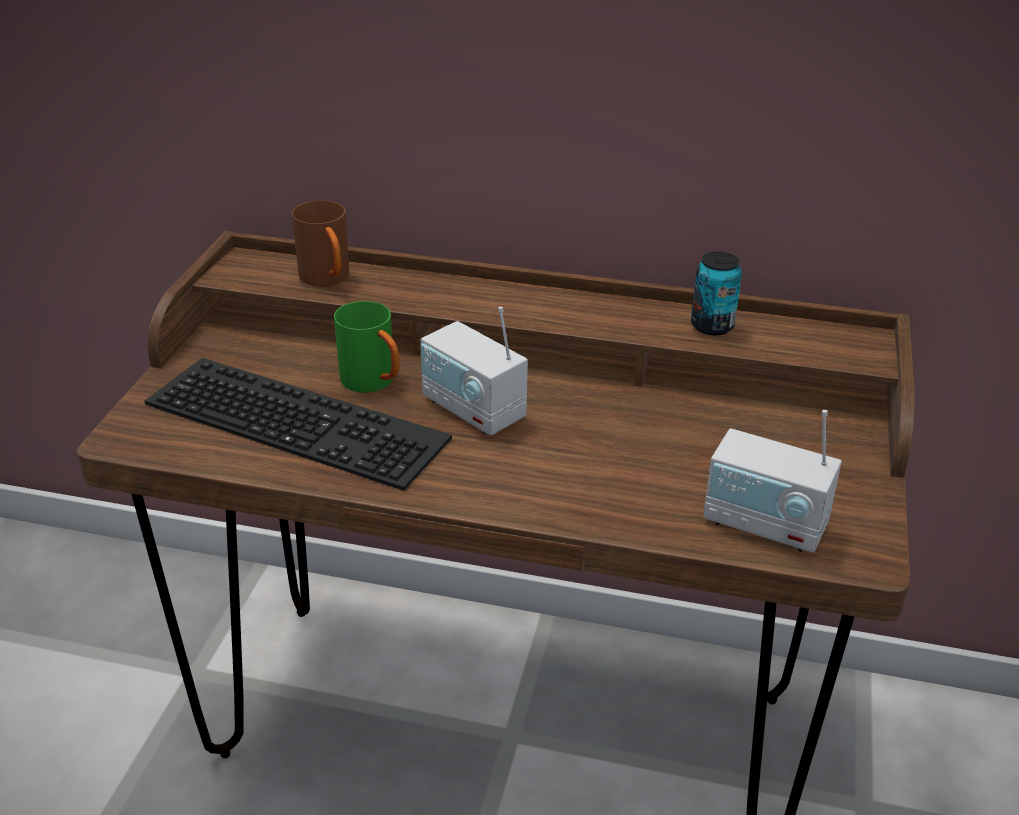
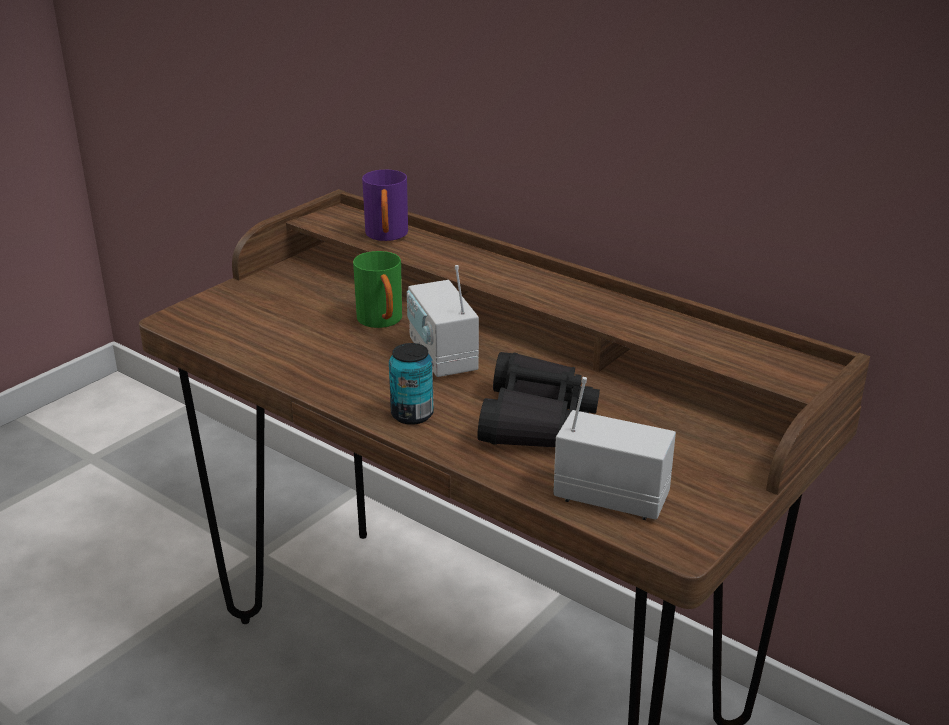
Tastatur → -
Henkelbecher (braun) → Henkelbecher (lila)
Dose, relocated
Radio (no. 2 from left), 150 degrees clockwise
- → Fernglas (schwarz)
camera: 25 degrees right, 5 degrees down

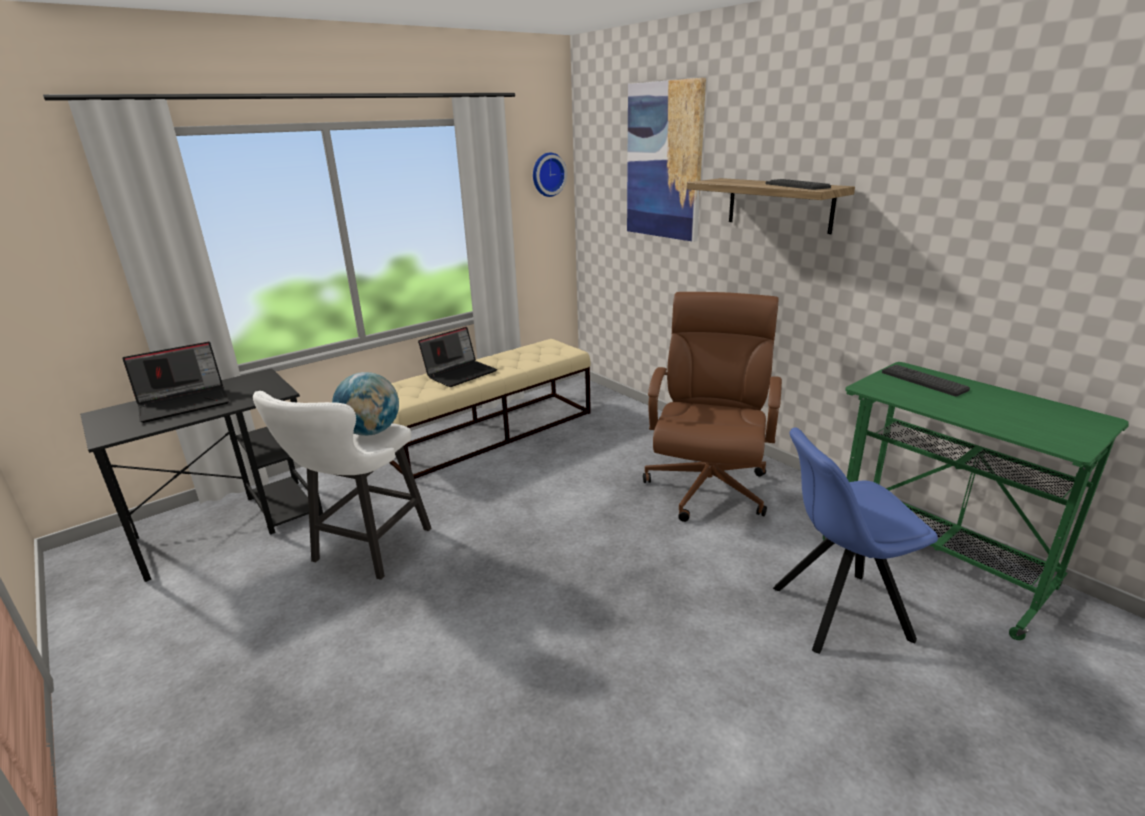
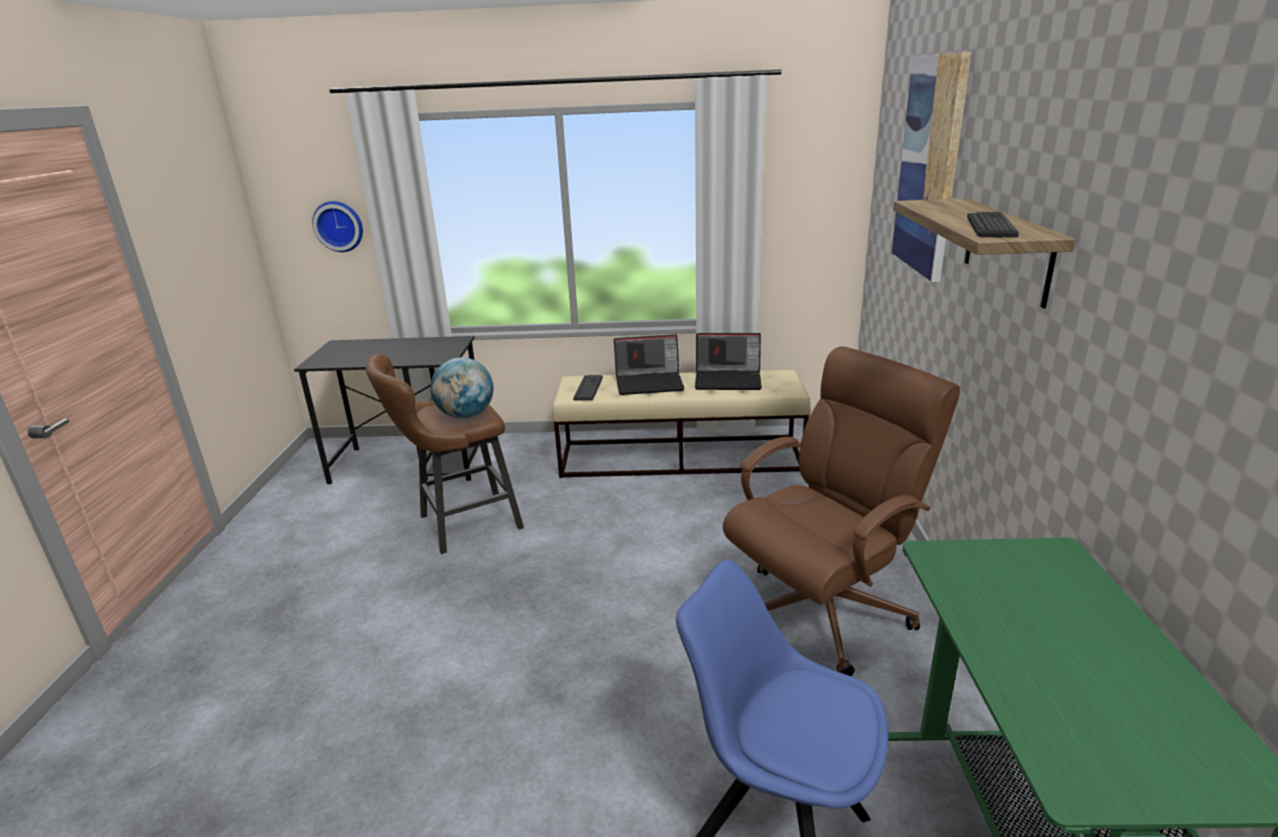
Laptop (no. 1 from left in the first image) → Laptop (no. 2 from left), relocated
Hocker (weiß) → Hocker (braun)
Wanduhr, relocated
Tastatur (no. 2 from left in the first image) → Tastatur (no. 1 from left), relocated
camera: 40 degrees right, 0 degrees up

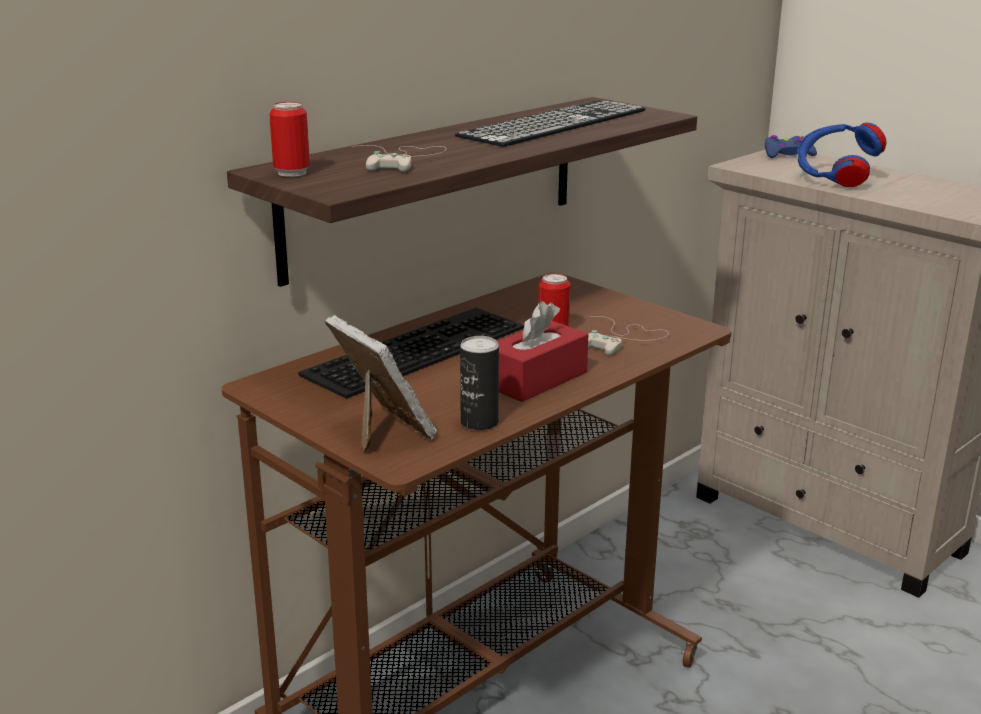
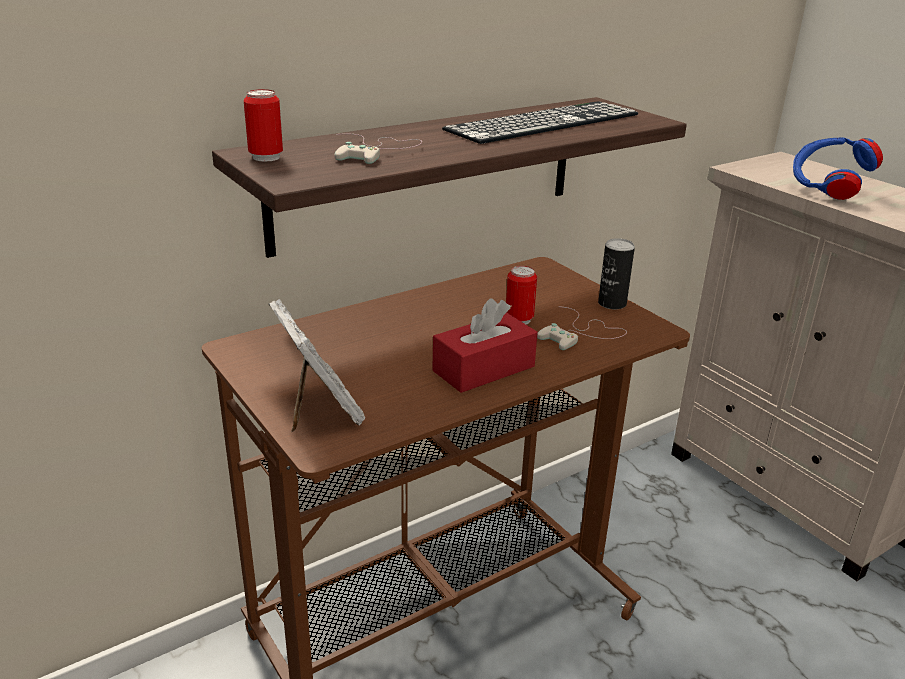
Tastatur (no. 1 from left) → -
Dose (no. 2 from left in the first image) → Dose (no. 3 from left), relocated
Gamepad (blau) → -
camera: 10 degrees right, 5 degrees up

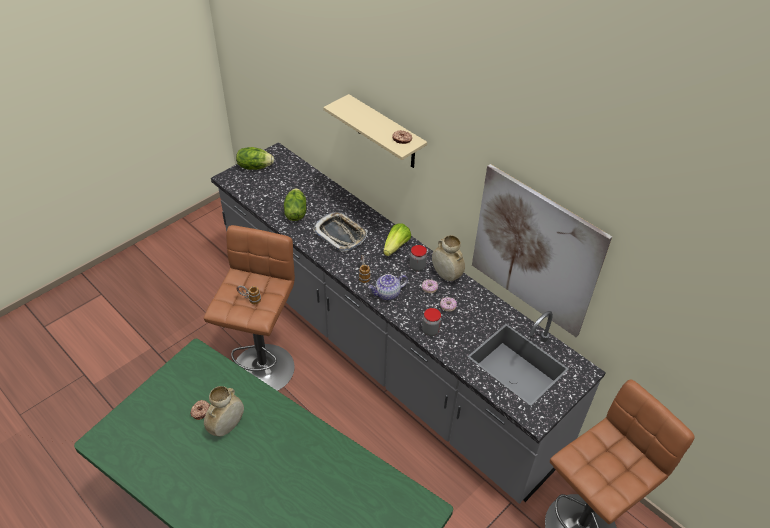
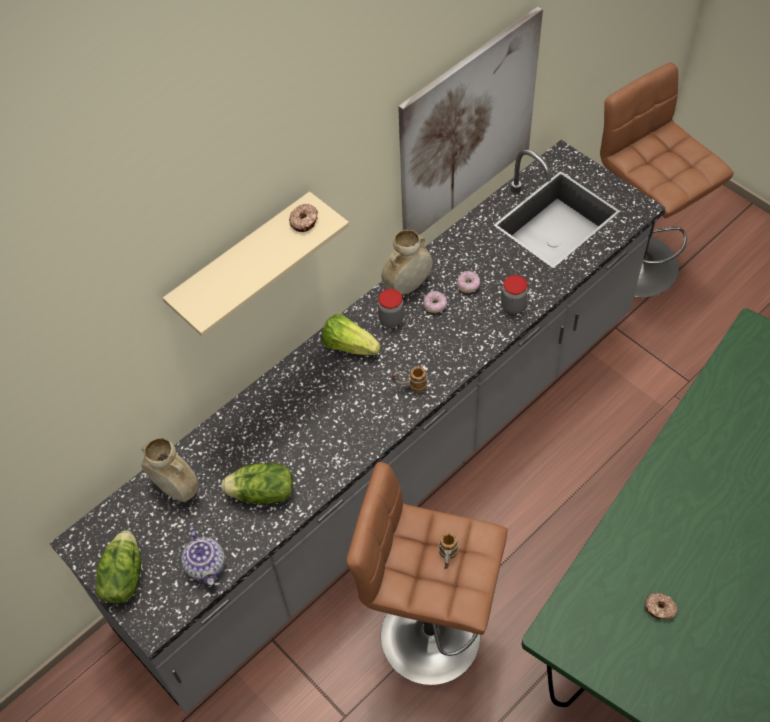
Vase (beige) (no. 1 from left), relocated
Tablett → -
Teekanne, relocated
camera: 85 degrees left, 10 degrees up

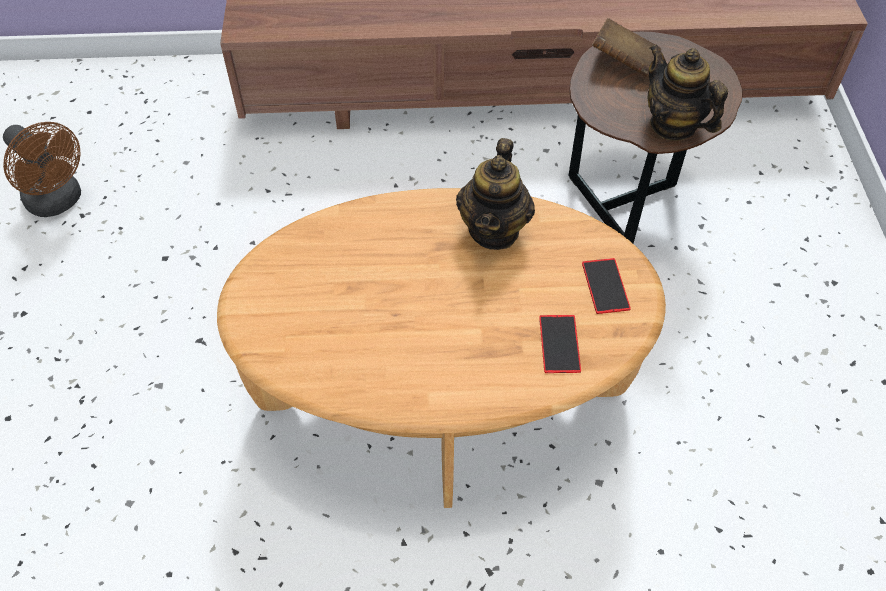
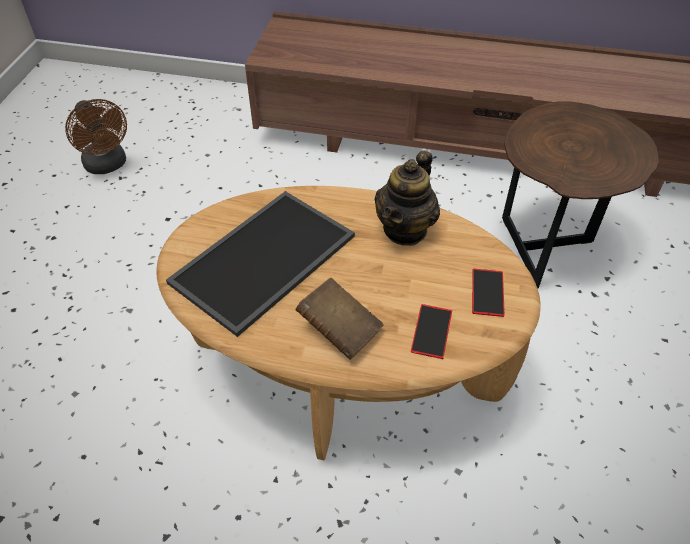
Buch (braun), relocated
Teekanne (no. 2 from left) → -
- → Tablett
camera: 15 degrees right, 5 degrees down

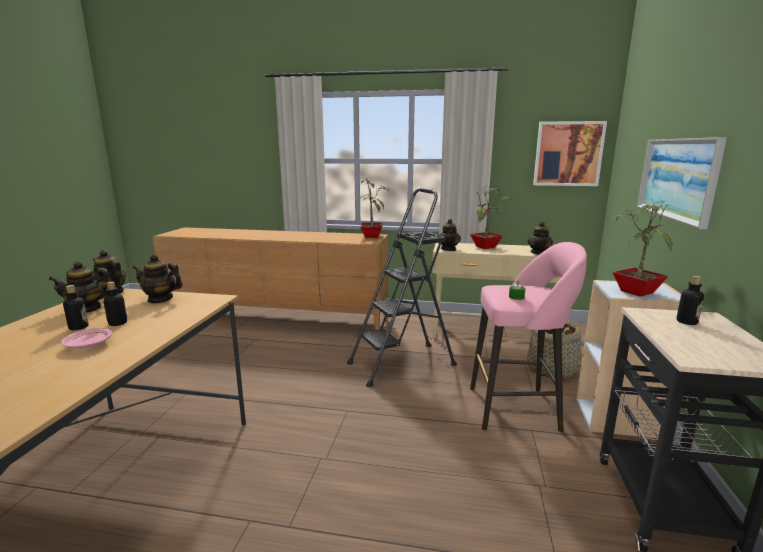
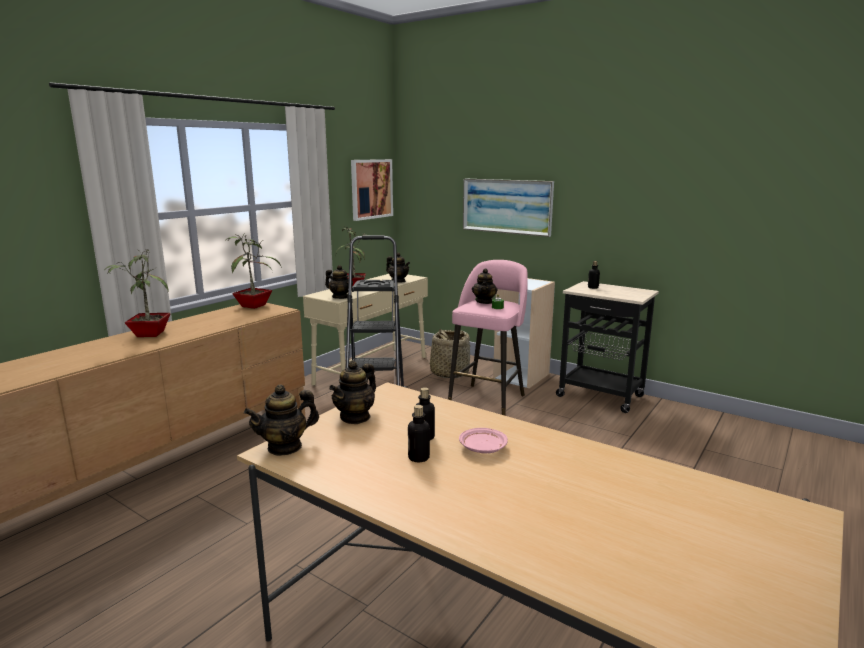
Teekanne (no. 1 from left in the first image) → Teekanne (no. 5 from left), relocated
Topfpflanze (no. 3 from left in the first image) → Topfpflanze (no. 1 from left), relocated
camera: 65 degrees left, 0 degrees up

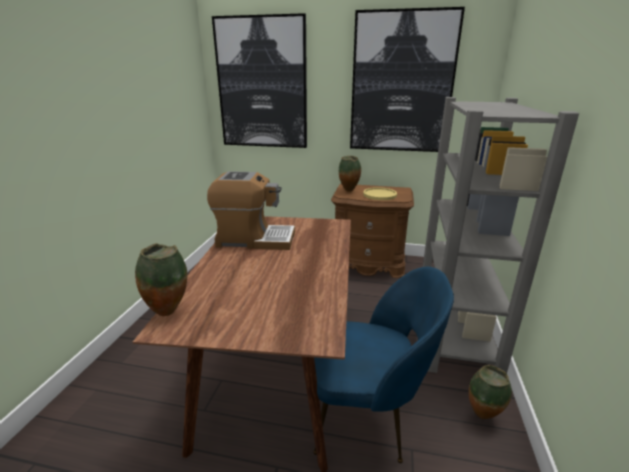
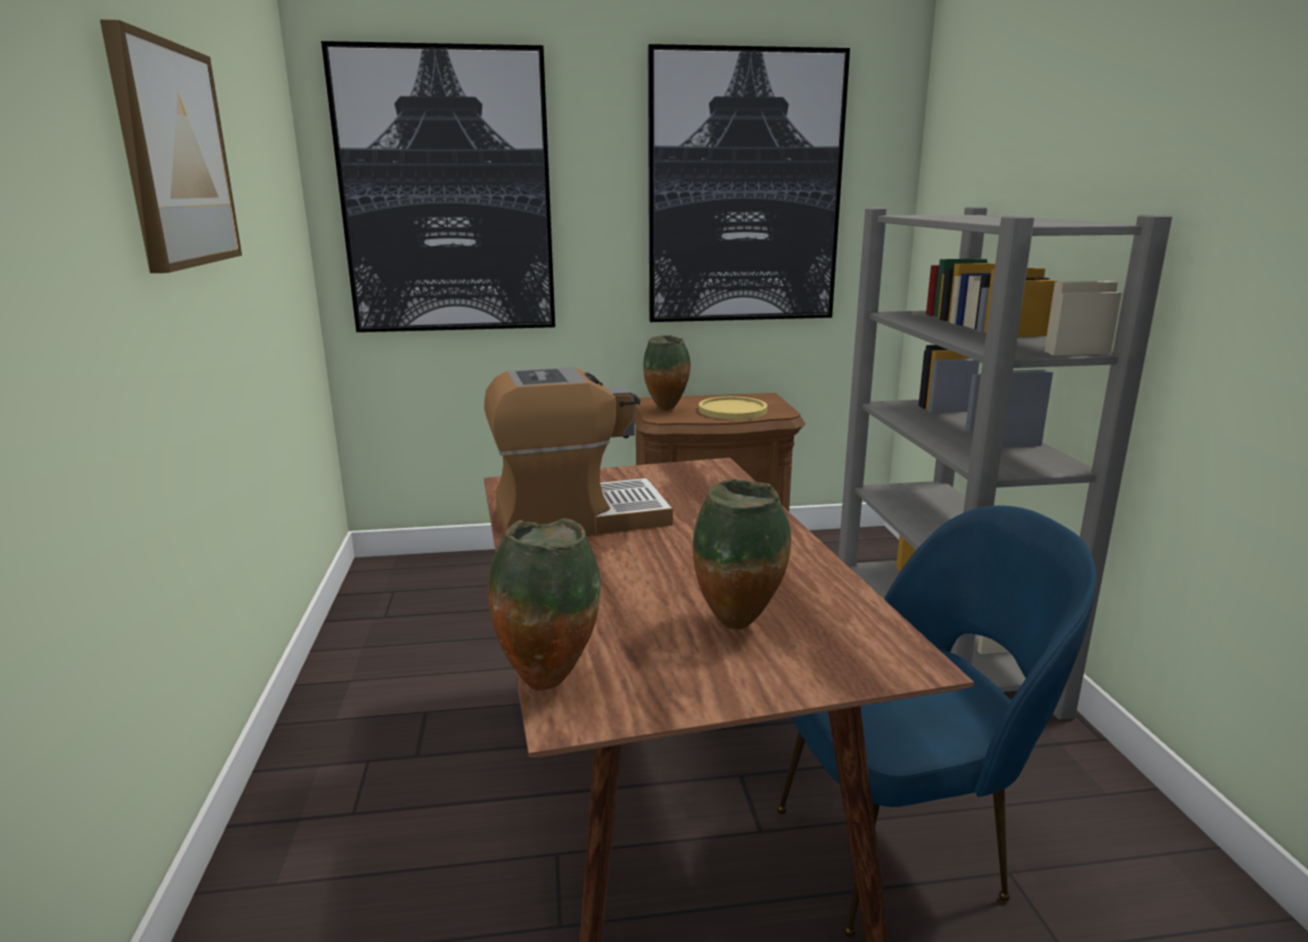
Vase (no. 3 from left), relocated
- → Bild (no. 1 from left)
camera: 20 degrees left, 5 degrees down

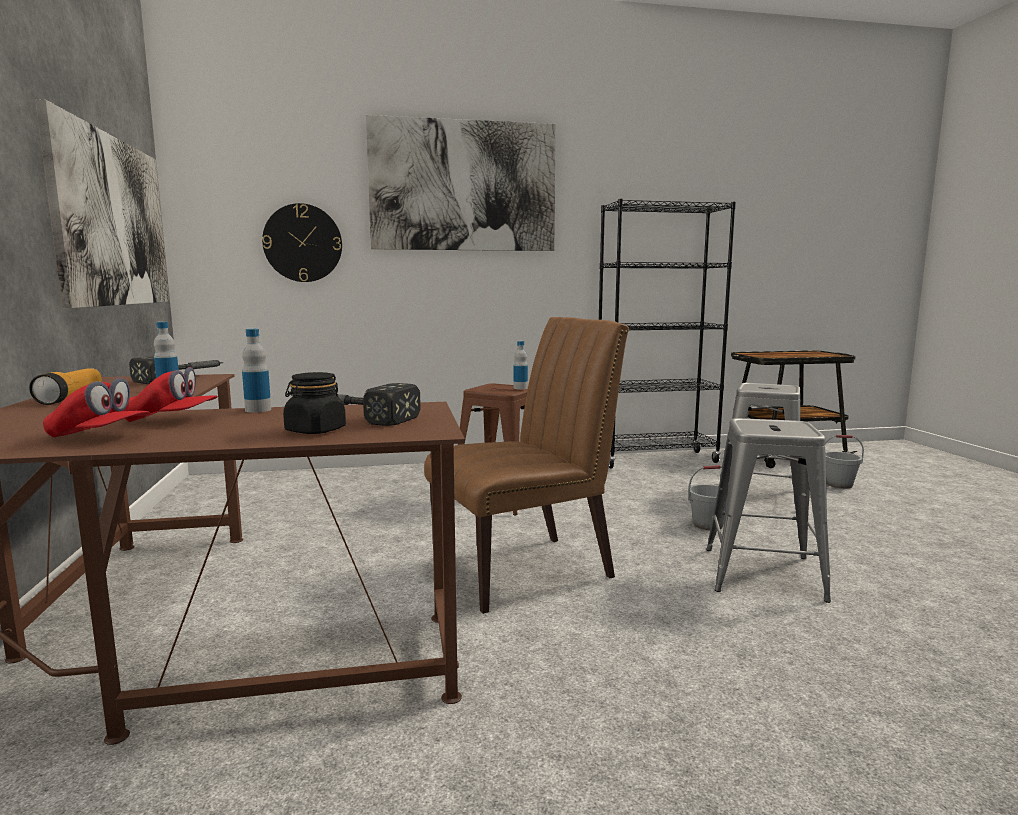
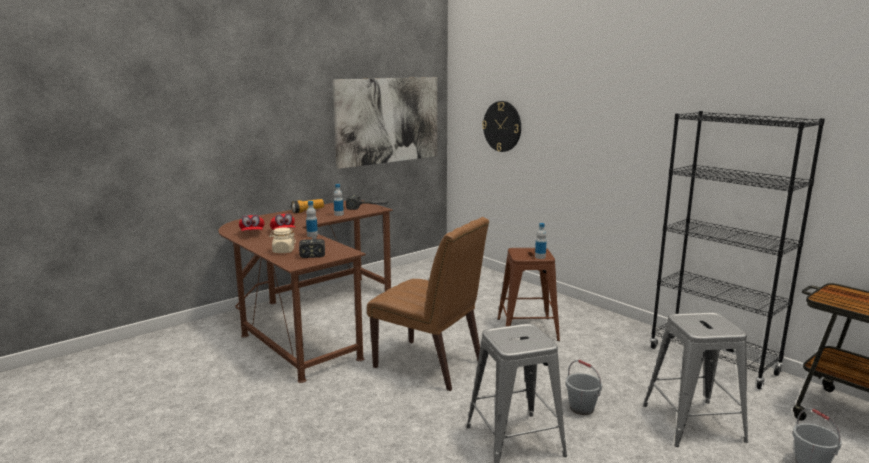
Vorratsglas (schwarz) → Vorratsglas (beige)
Bild (no. 2 from left) → -
camera: 60 degrees right, 5 degrees up

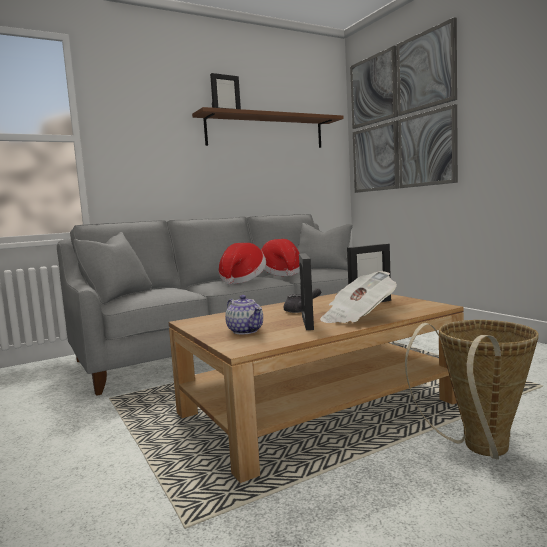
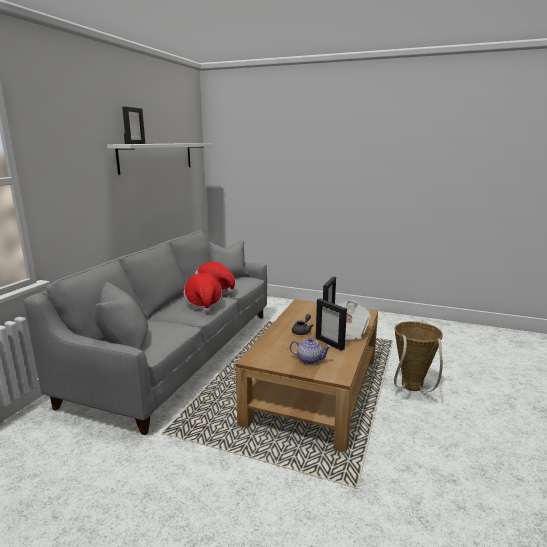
Wandregal (braun) → Wandregal (weiß)
Bild → -
camera: 40 degrees left, 10 degrees up

